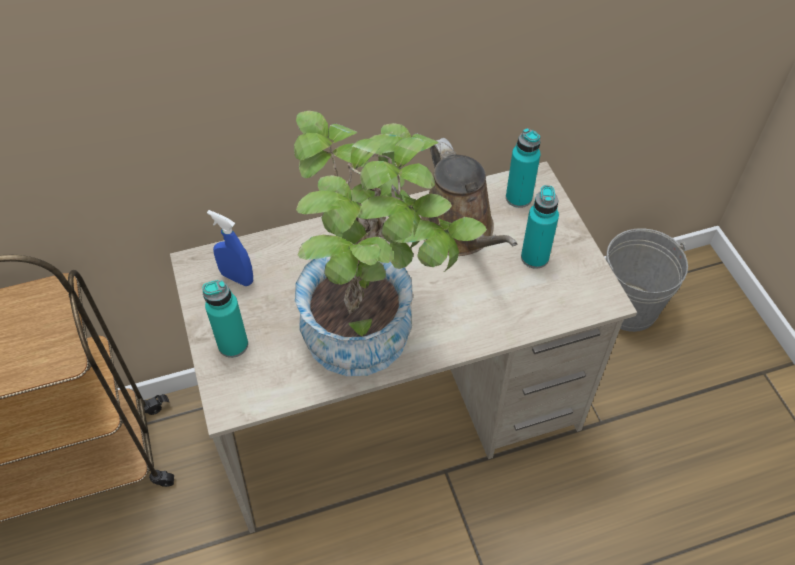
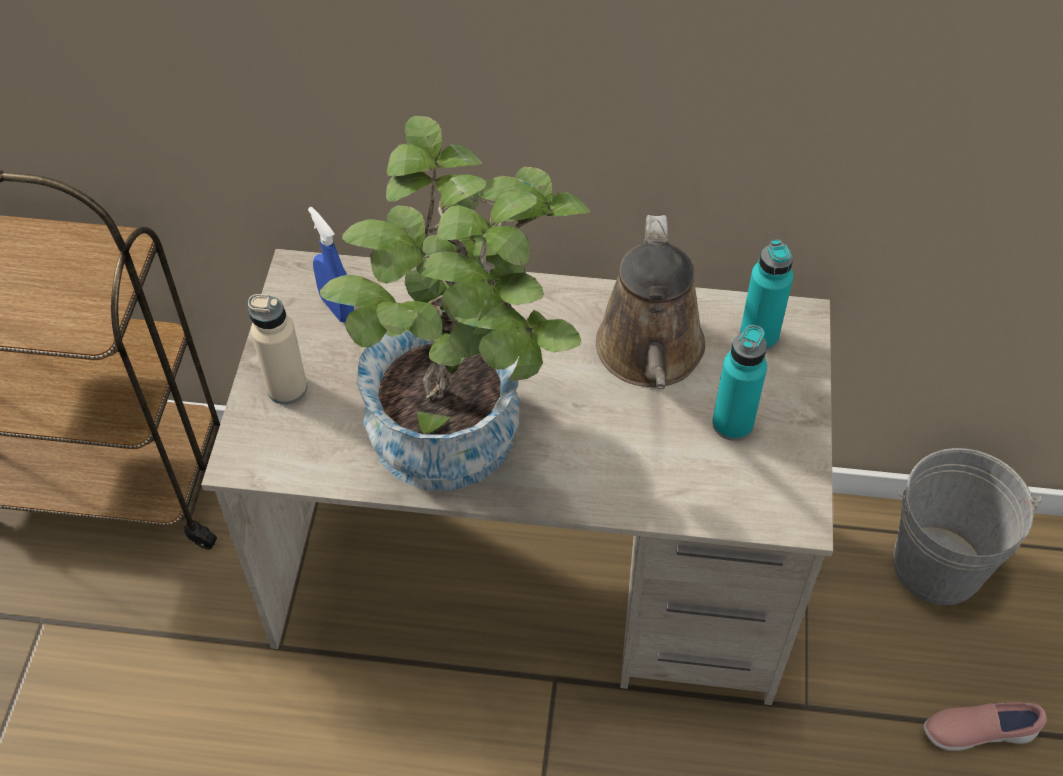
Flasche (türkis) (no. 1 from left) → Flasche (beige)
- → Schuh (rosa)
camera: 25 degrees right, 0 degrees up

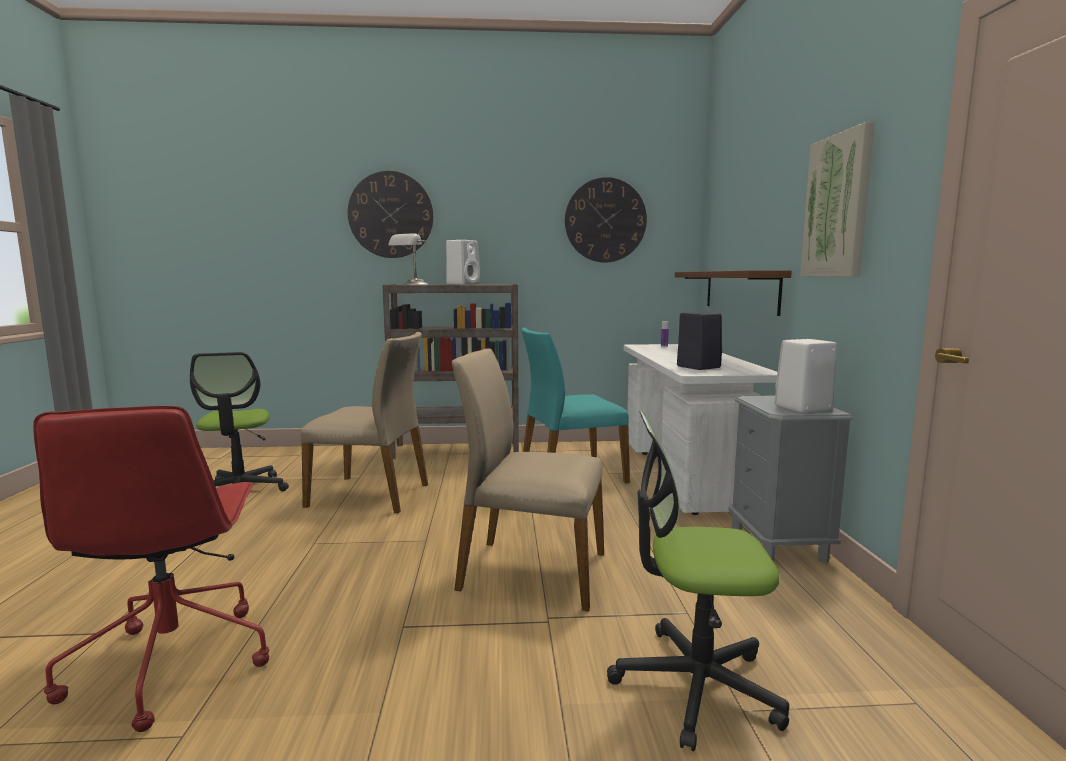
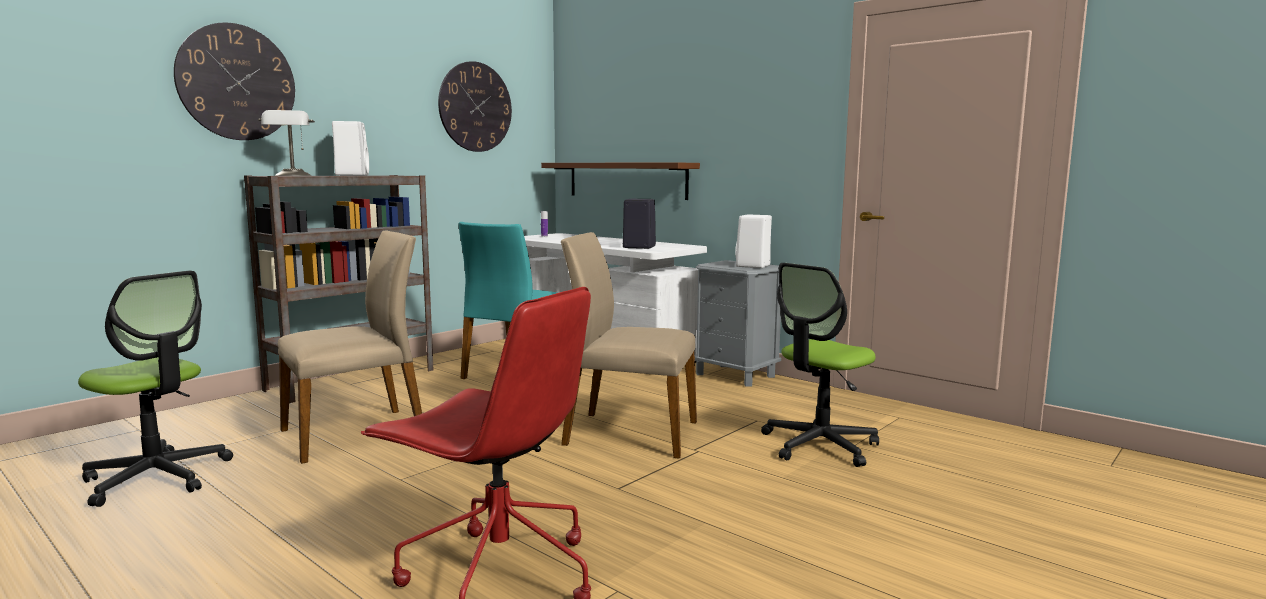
Stuhl (beige) (no. 2 from left), 45 degrees clockwise
Bild → -
camera: 45 degrees left, 0 degrees up

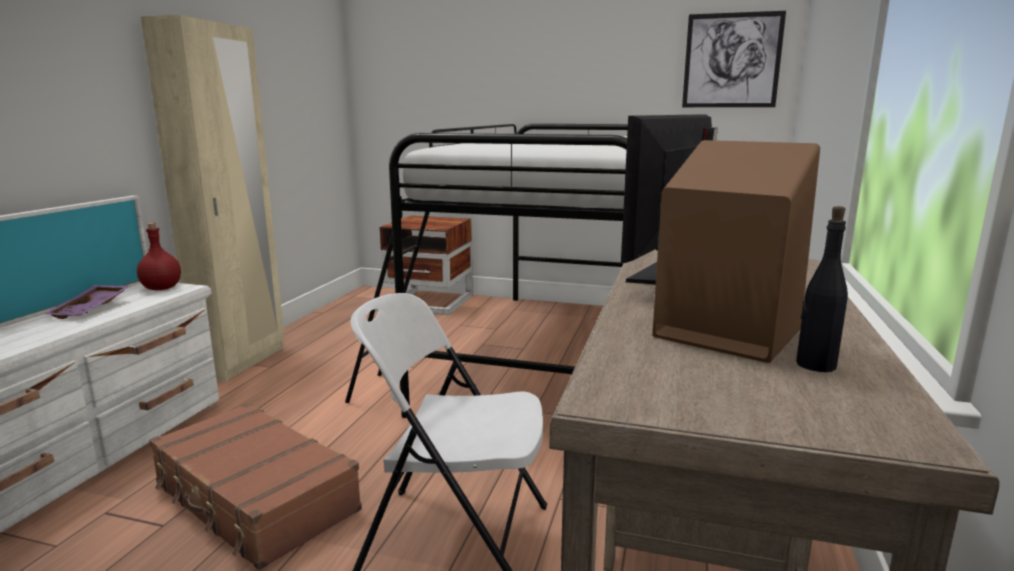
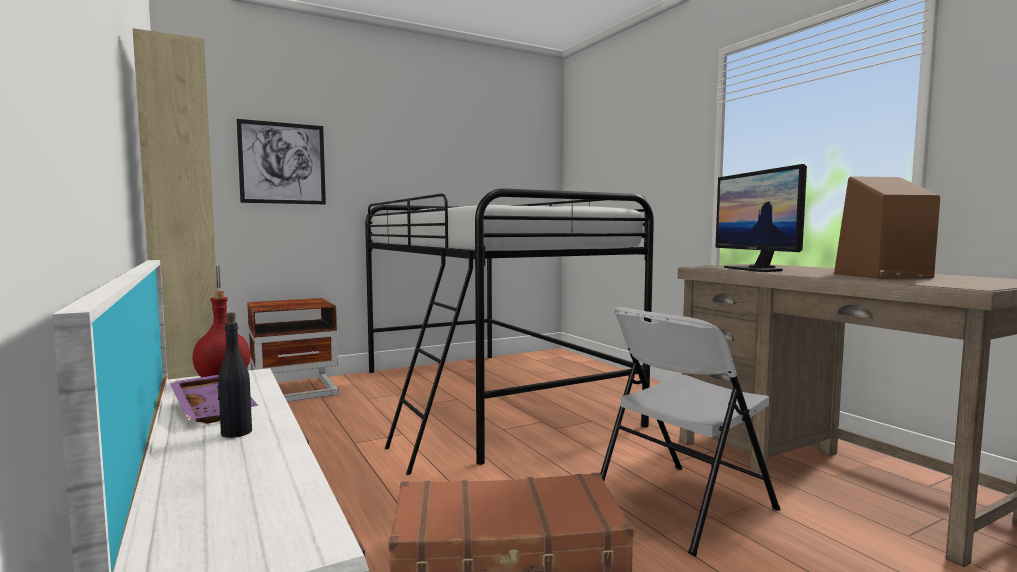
Bild, relocated
Flasche (schwarz), relocated
camera: 45 degrees left, 10 degrees down

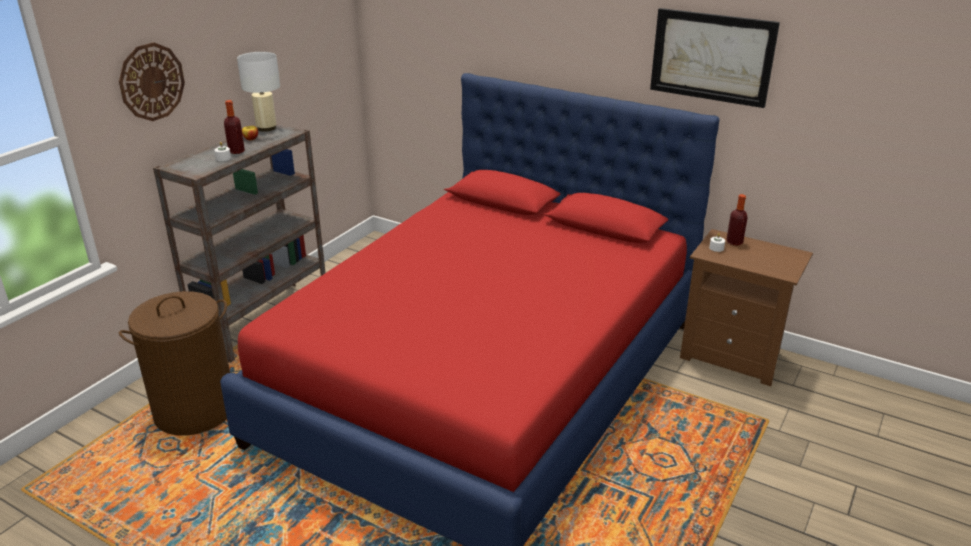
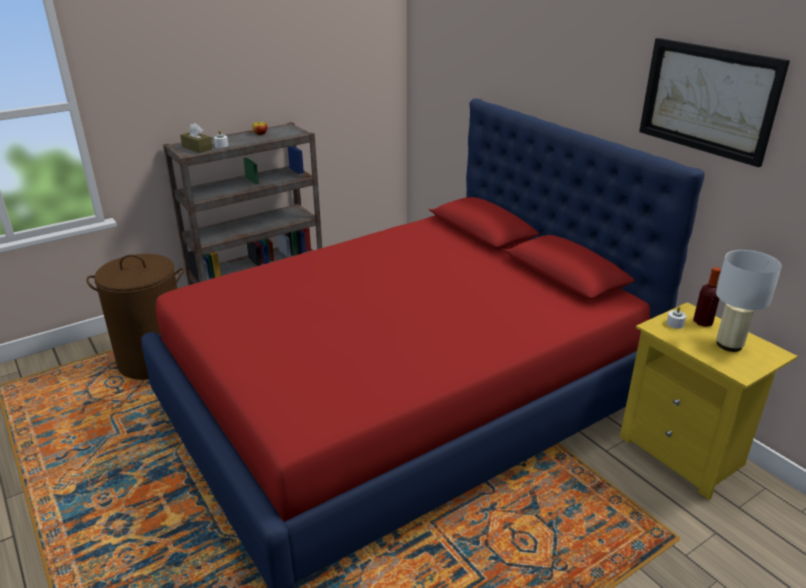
Wanduhr → -
Flasche (no. 1 from left) → -
Tischlampe (weiß), relocated
Nachttisch (braun) → Nachttisch (gelb)
- → Taschentuchbox (braun)
camera: 25 degrees right, 0 degrees up

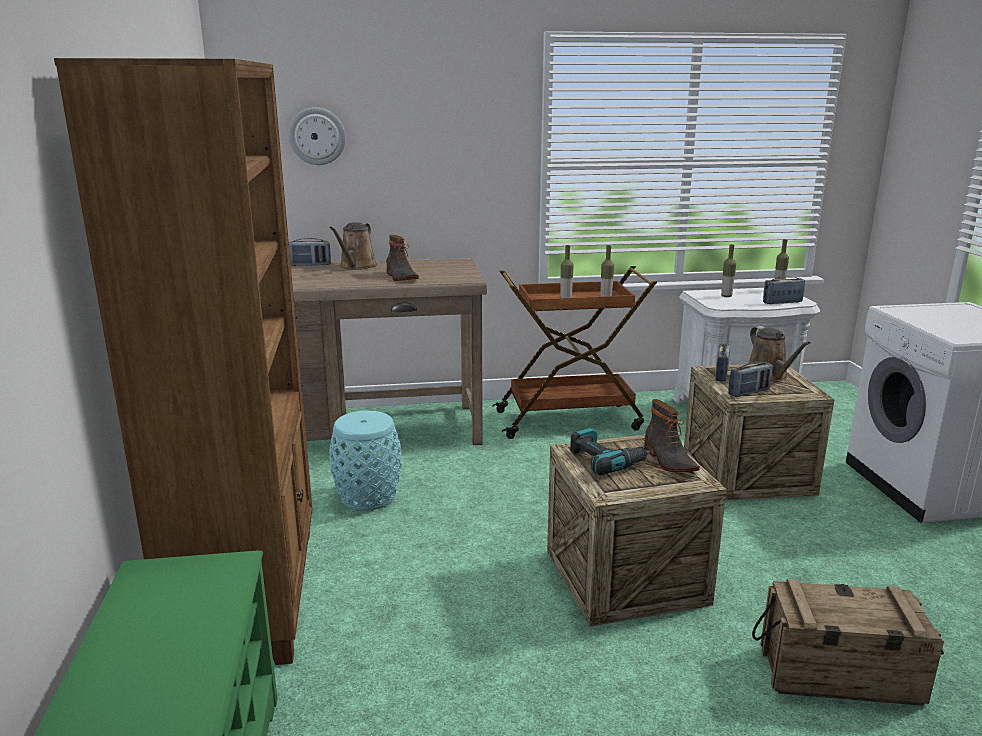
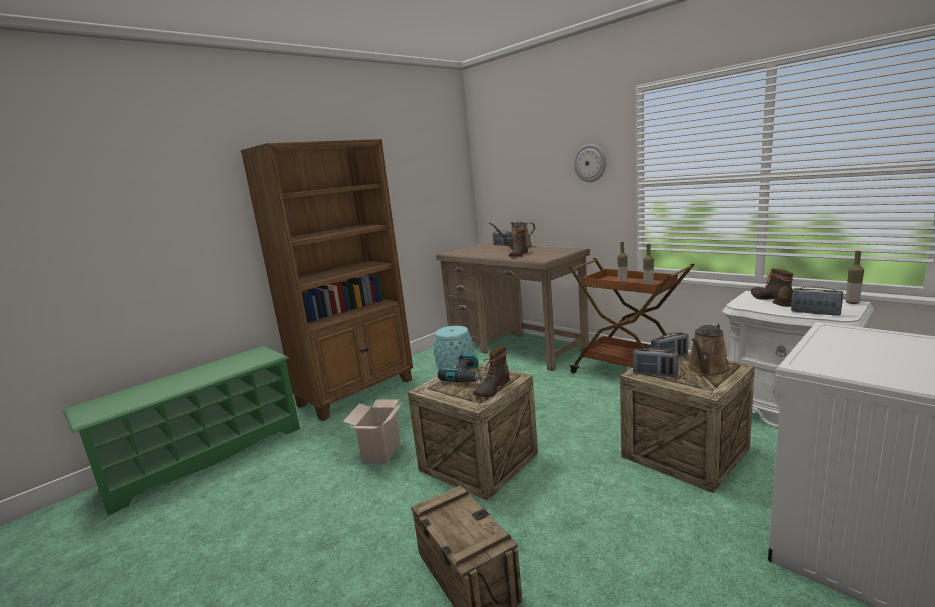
Wanduhr, relocated
Flasche (no. 3 from left) → Stiefel (no. 3 from left)
- → Karton
camera: 55 degrees right, 5 degrees down

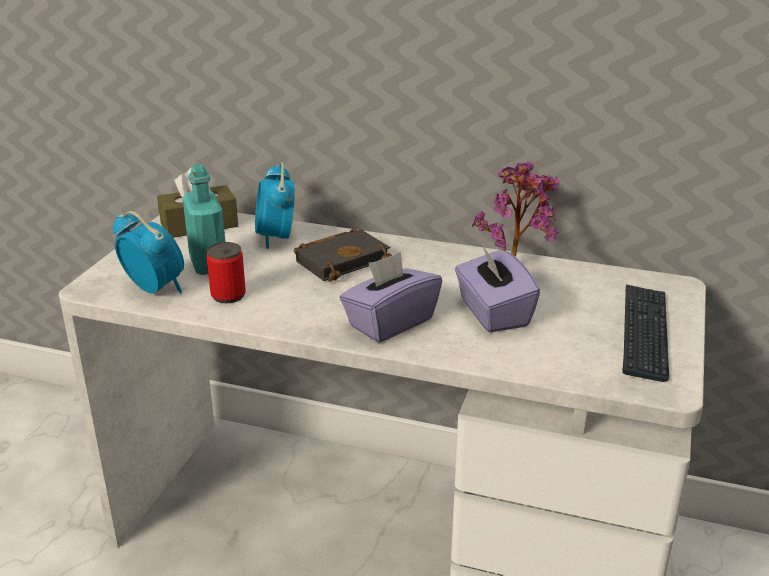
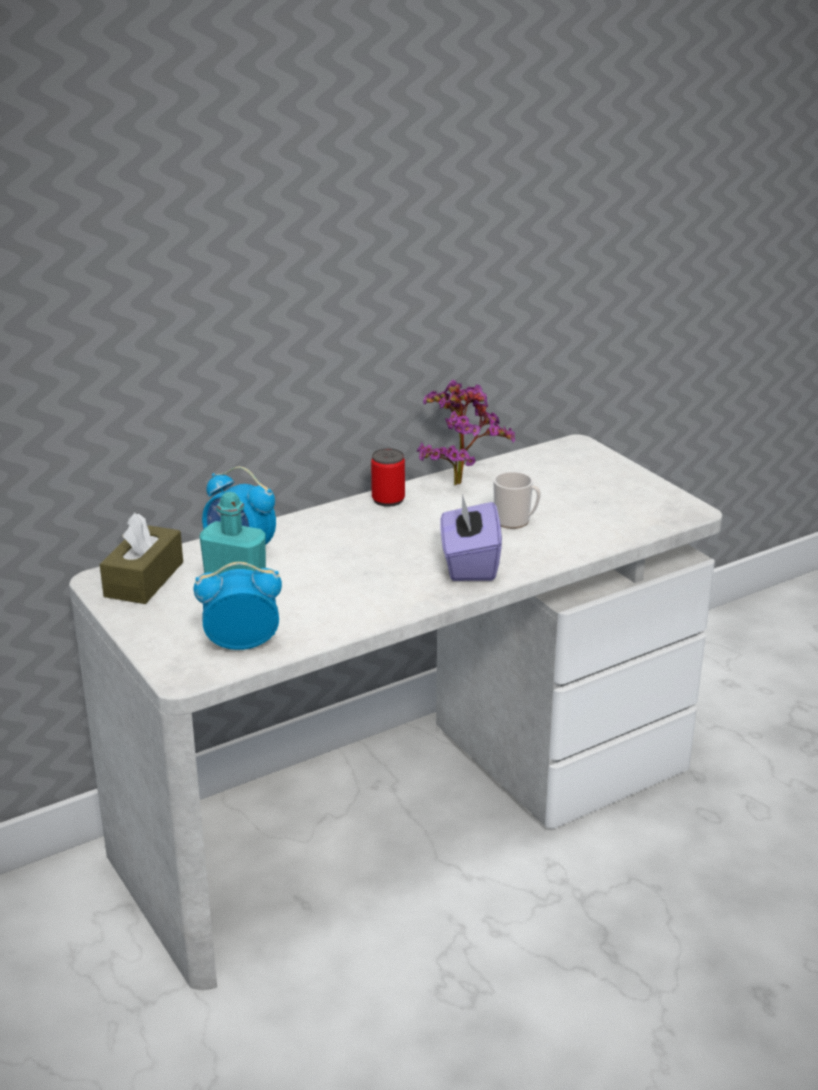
Dose, relocated
Buch (schwarz) → -
Taschentuchbox (lila) (no. 2 from left) → Henkelbecher
Tastatur → -
camera: 50 degrees left, 0 degrees up

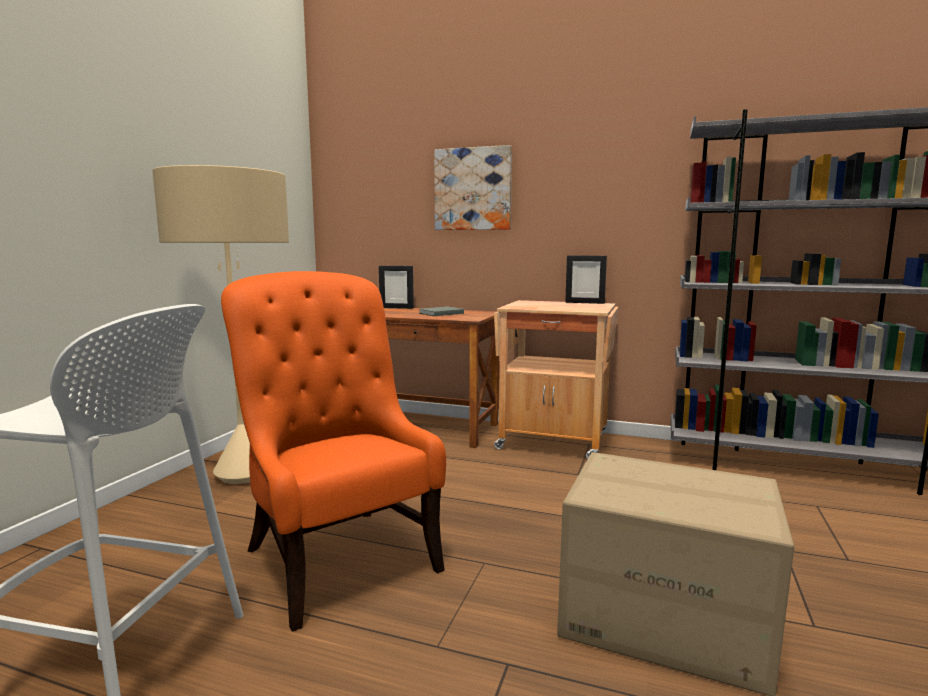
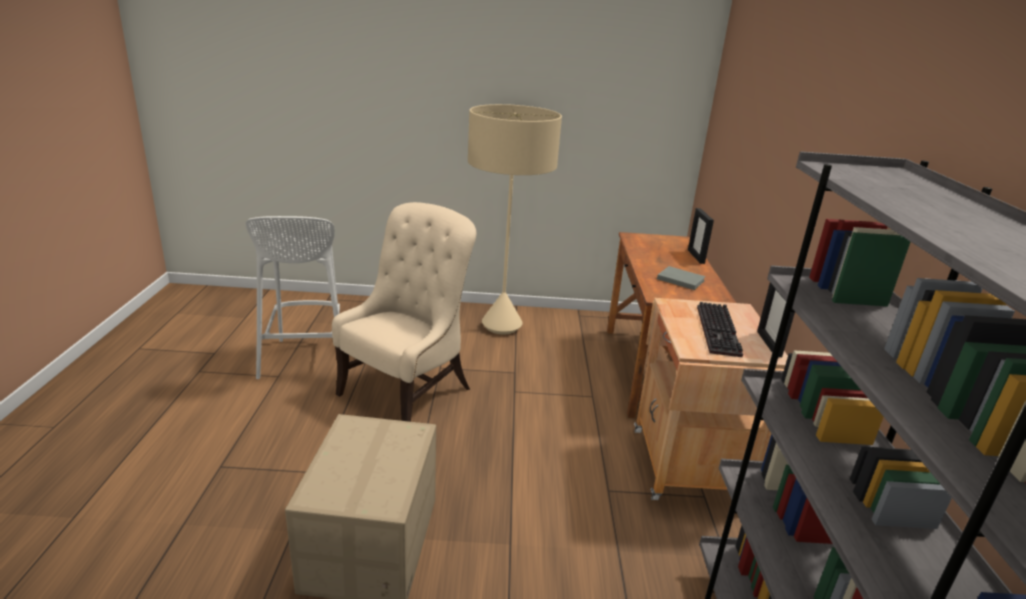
Stuhl (orange) → Stuhl (beige)
Bild → -
- → Tastatur
camera: 70 degrees right, 15 degrees up

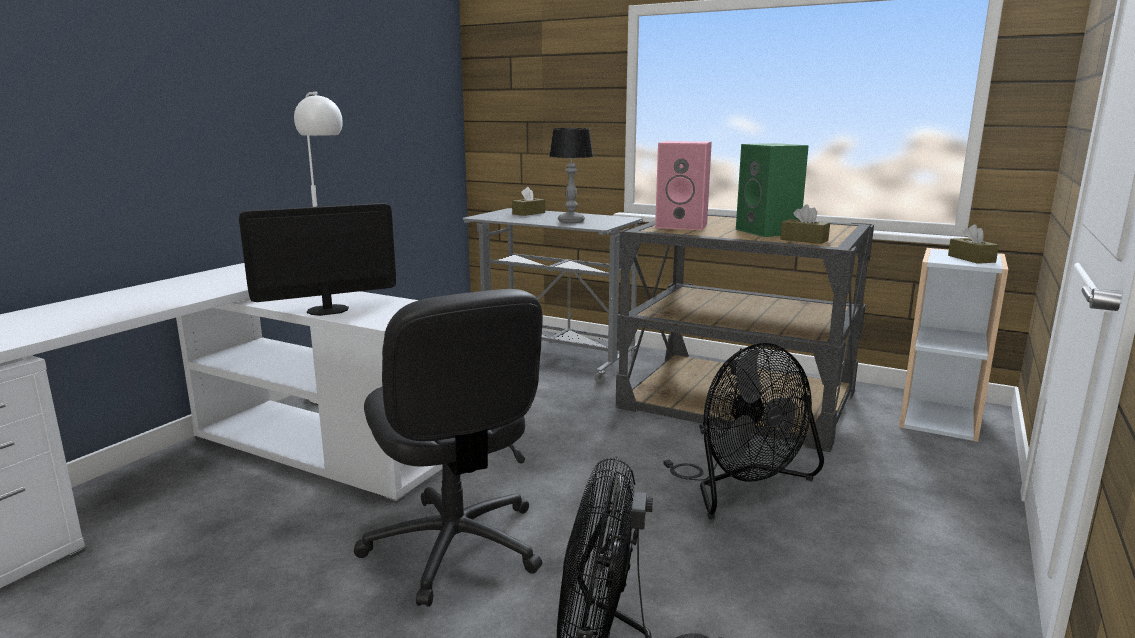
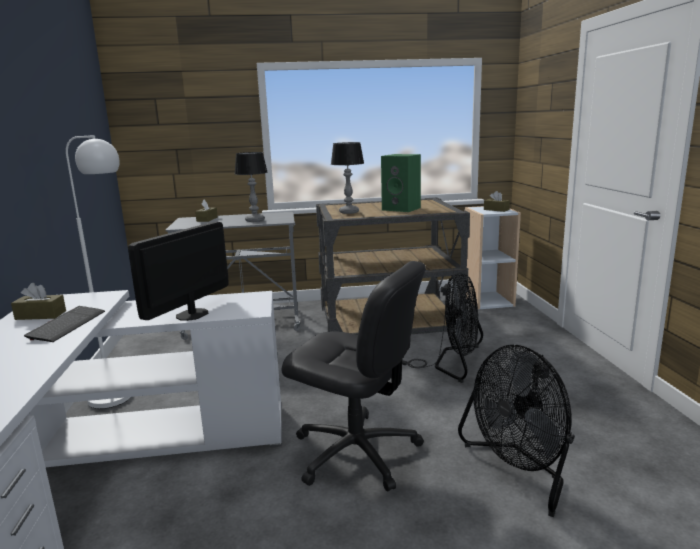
Lautsprecher (rosa) → Tischlampe (no. 2 from left)
Taschentuchbox (braun) (no. 2 from left in the first image) → Taschentuchbox (braun) (no. 1 from left), relocated
- → Tastatur
camera: 35 degrees left, 0 degrees up

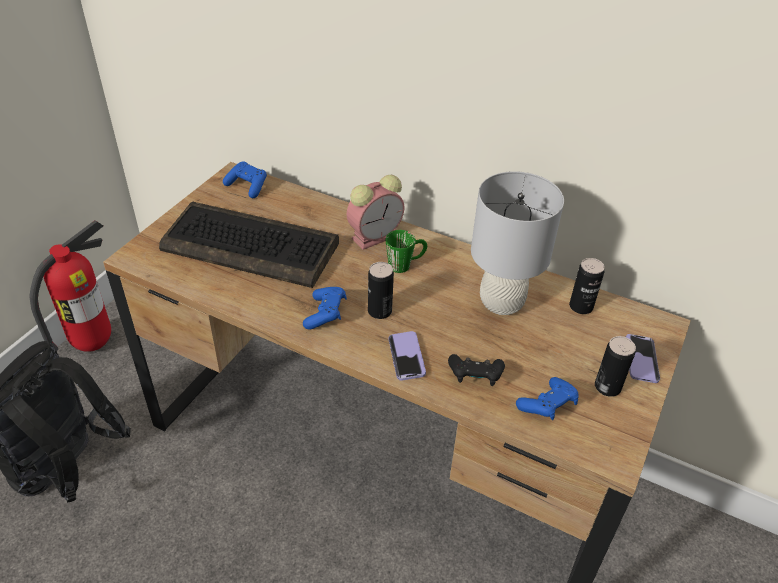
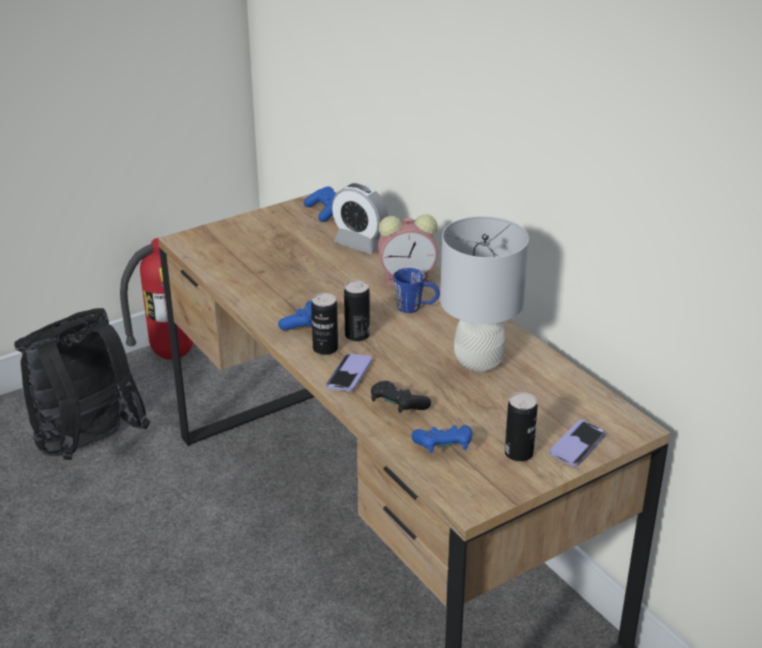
Tastatur → -
Henkelbecher (grün) → Henkelbecher (blau)
Dose (no. 2 from left in the first image) → Dose (no. 1 from left), relocated
- → Wecker (no. 1 from left)
camera: 30 degrees right, 10 degrees down

